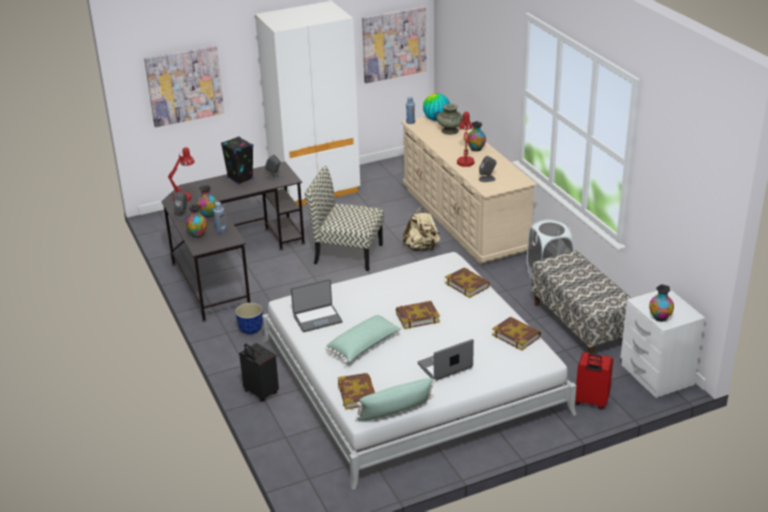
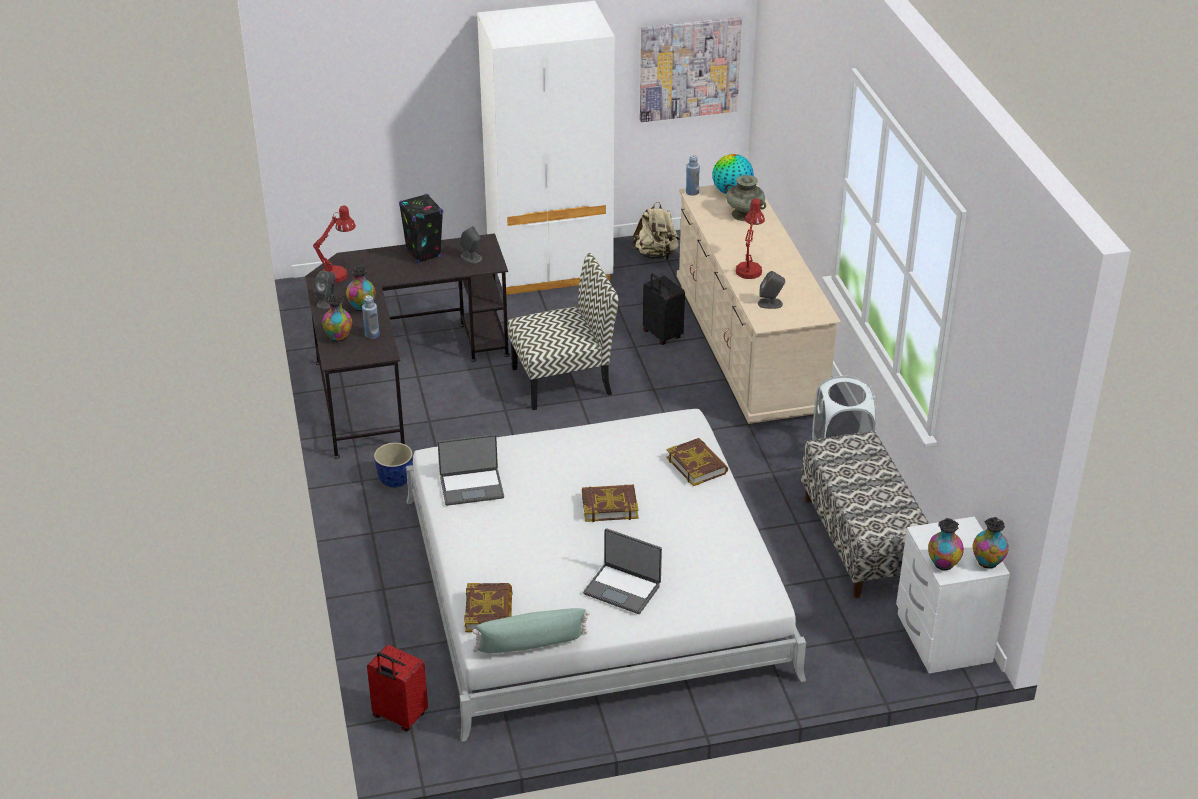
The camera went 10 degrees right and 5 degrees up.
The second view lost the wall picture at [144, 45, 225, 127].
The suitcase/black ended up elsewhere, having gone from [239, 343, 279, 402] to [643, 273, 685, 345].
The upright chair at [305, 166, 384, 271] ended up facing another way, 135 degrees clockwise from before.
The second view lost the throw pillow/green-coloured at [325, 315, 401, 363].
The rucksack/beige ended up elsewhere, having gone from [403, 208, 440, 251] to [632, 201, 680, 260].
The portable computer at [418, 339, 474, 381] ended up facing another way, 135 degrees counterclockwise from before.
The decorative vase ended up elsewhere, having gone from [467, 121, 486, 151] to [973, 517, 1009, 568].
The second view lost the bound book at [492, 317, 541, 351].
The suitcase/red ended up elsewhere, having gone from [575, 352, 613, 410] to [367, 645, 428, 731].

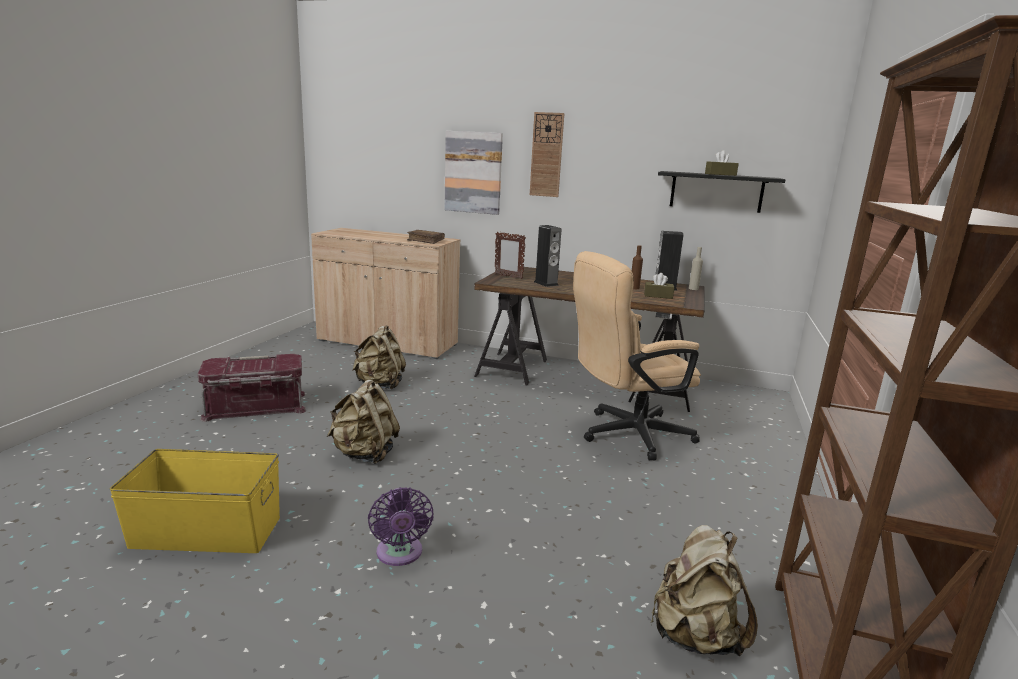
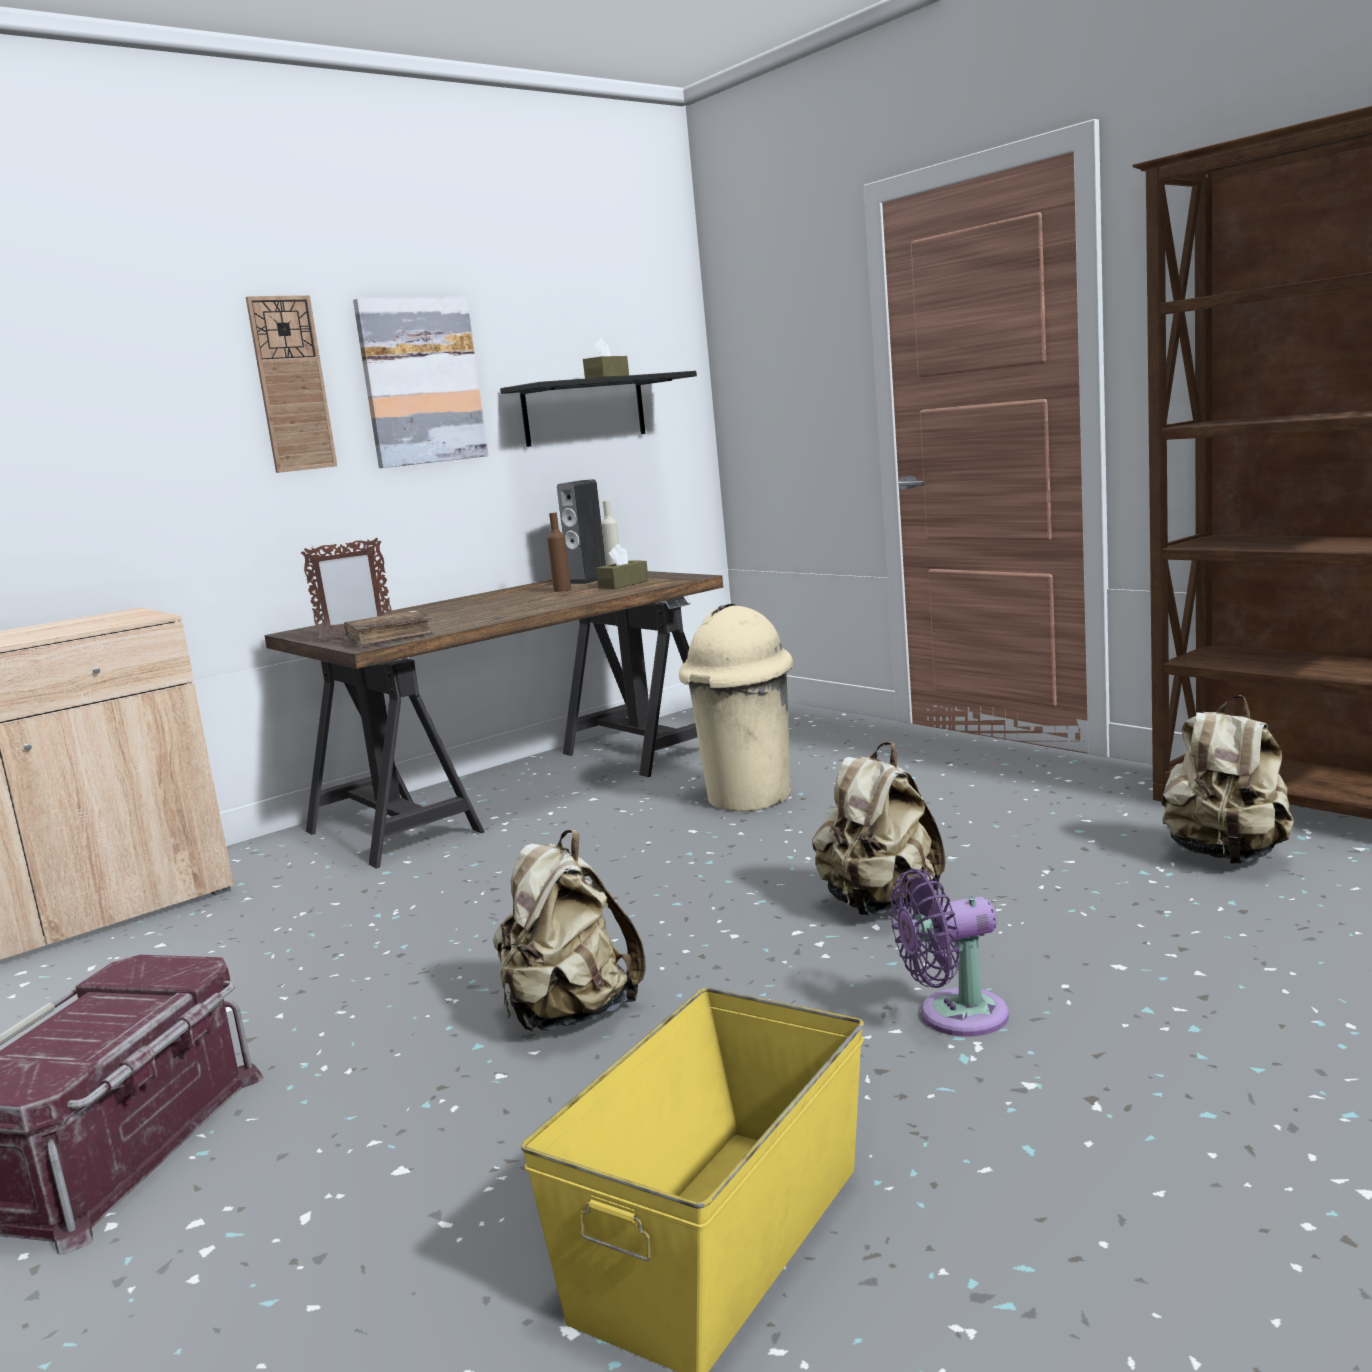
The camera went 55 degrees left and 5 degrees down.
The rucksack/beige ended up elsewhere, having gone from [353, 325, 406, 389] to [812, 742, 946, 915].
The fan/purplish at [368, 487, 434, 566] ended up facing another way, 150 degrees clockwise from before.
The bound book/brown-coloured ended up elsewhere, having gone from [407, 230, 445, 244] to [344, 610, 434, 647].
The wall picture ended up elsewhere, having gone from [444, 131, 503, 215] to [353, 296, 488, 468].
The second view lost the speaker at [534, 225, 562, 287].
Where the computer chair/beige stood at [573, 251, 701, 461], the rubbish bin/beige came to stand at [679, 604, 793, 811].

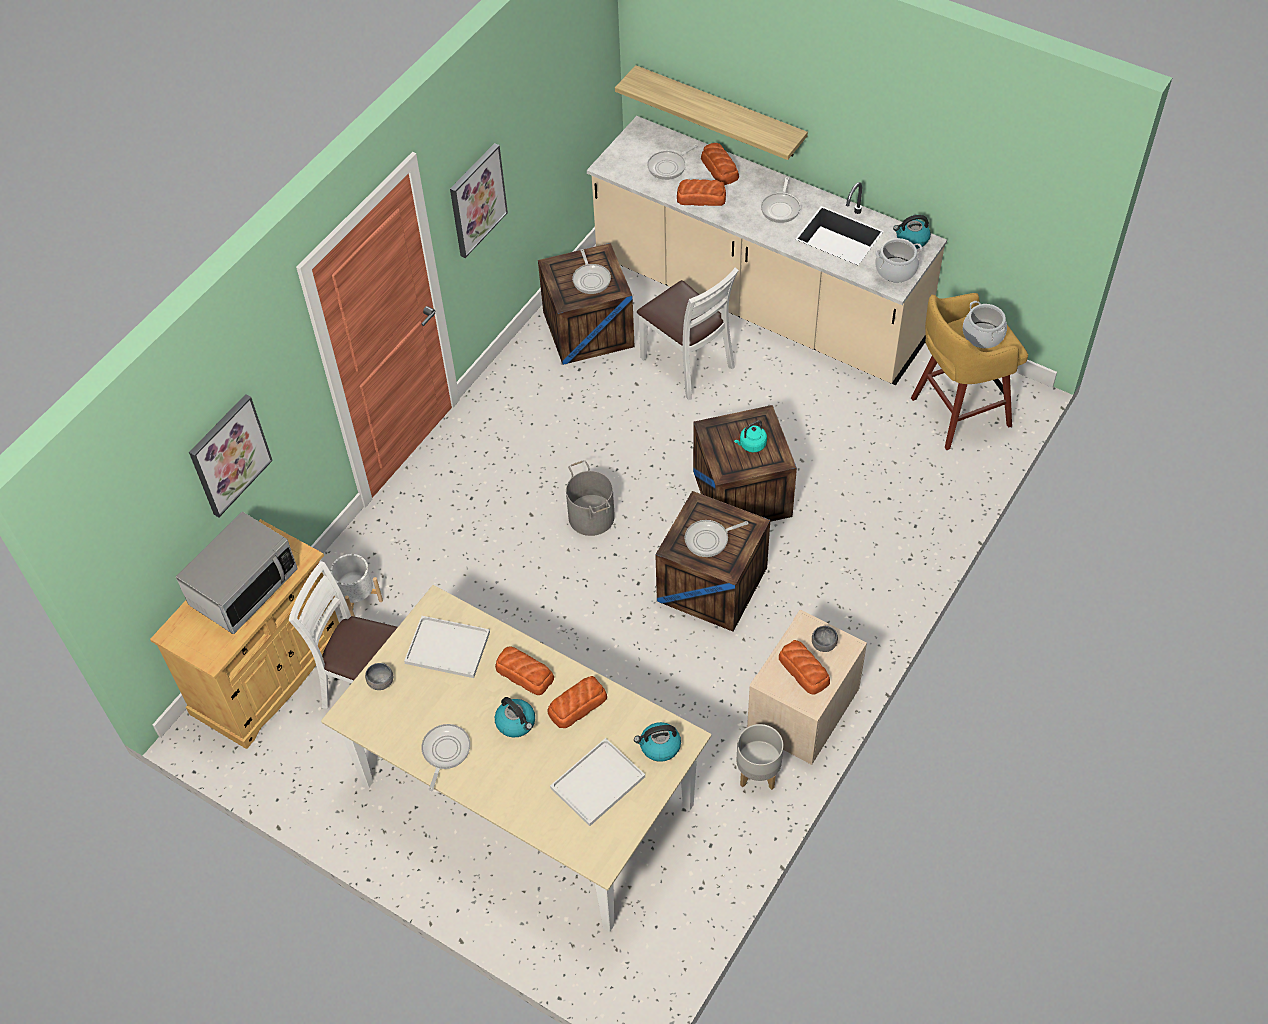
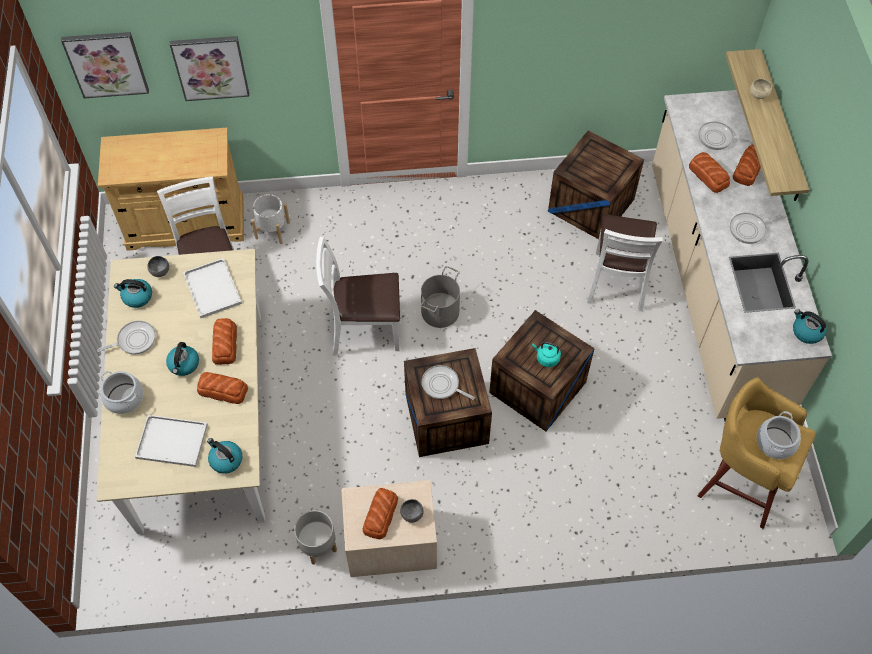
The camera went 50 degrees right and 5 degrees up.
The second view lost the microwave oven at [176, 511, 298, 634].
The wall picture ended up elsewhere, having gone from [450, 143, 508, 258] to [61, 32, 149, 98].
The second view lost the skillet at [572, 249, 611, 294].
The saucepot ended up elsewhere, having gone from [875, 238, 922, 283] to [100, 371, 144, 414].
The second view gained the tea kettle at [114, 279, 152, 308].
The second view gained the upright chair/white-coloured at [316, 237, 400, 356].
The second view gained the serving bowl/beige at [750, 79, 772, 99].

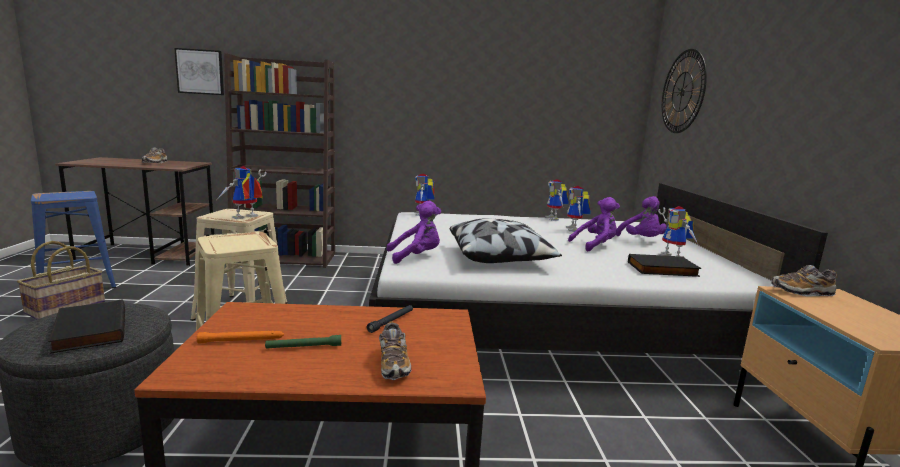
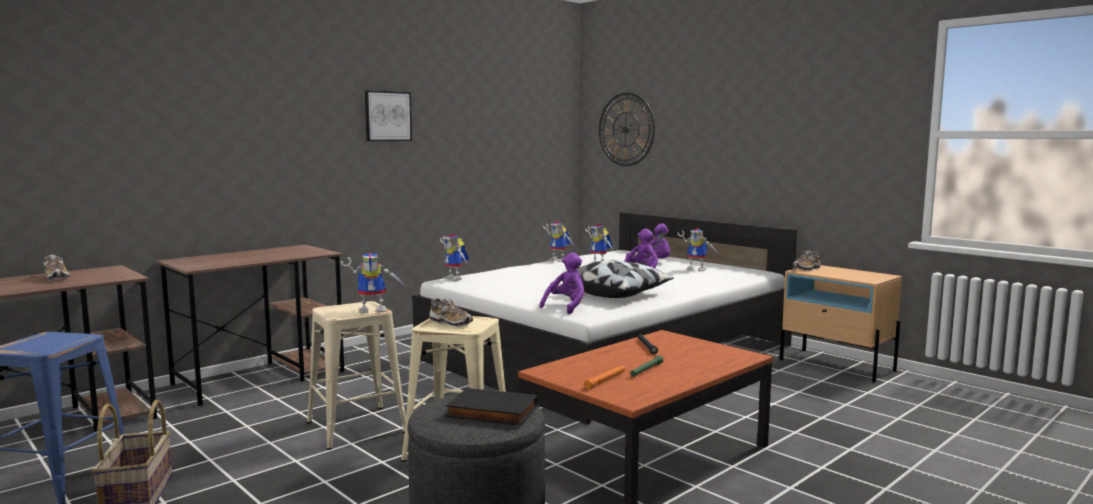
The camera went 40 degrees left and 5 degrees down.
The wall picture ended up elsewhere, having gone from [174, 48, 224, 95] to [365, 90, 412, 141].
The model robot at [217, 166, 267, 219] ended up facing another way, 105 degrees counterclockwise from before.
Where the bookcase/brown-coloured stood at [224, 53, 335, 268], the desk unit/brown-coloured came to stand at [157, 245, 345, 406].
The shoe ended up elsewhere, having gone from [379, 321, 411, 380] to [430, 297, 473, 327].
The second view lost the bound book/black at [628, 254, 702, 277].

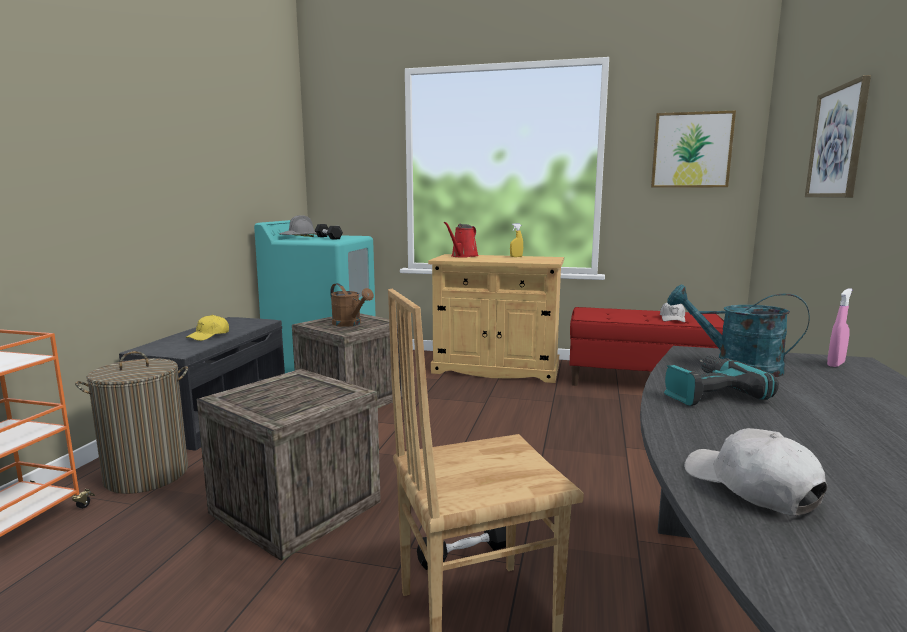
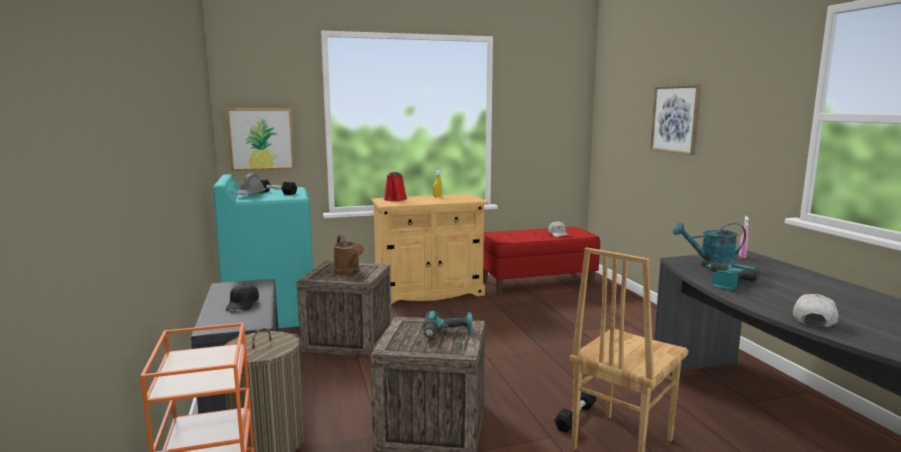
The camera went 30 degrees left and 0 degrees up.
What was the baseball cap/yellowish at [185, 315, 229, 341] turned into the baseball cap/black at [226, 283, 259, 310].
The sprinkling can/brown-coloured at [330, 283, 374, 327] ended up facing another way, 45 degrees clockwise from before.
The wall picture ended up elsewhere, having gone from [651, 111, 736, 188] to [226, 108, 295, 171].
The baseball cap/white-coloured at [684, 428, 827, 516] ended up facing another way, 90 degrees clockwise from before.
The second view gained the drill at [423, 311, 473, 338].

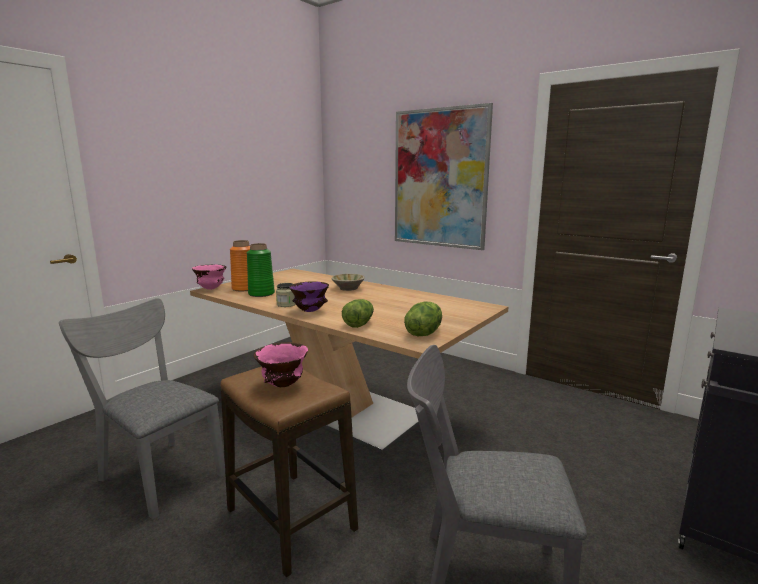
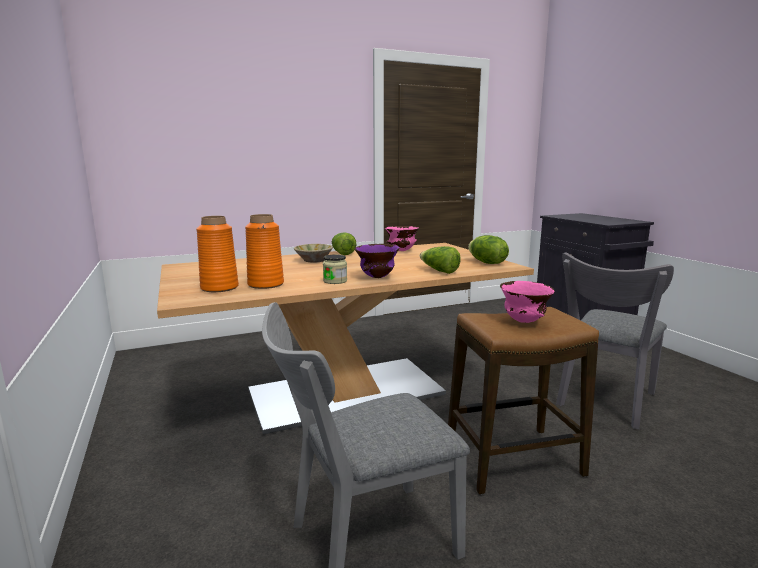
The camera went 60 degrees left and 0 degrees up.
The serving bowl/pink-coloured ended up elsewhere, having gone from [192, 265, 227, 290] to [385, 226, 419, 251].
What was the decorative vase/green-coloured at [247, 243, 275, 297] turned into the decorative vase/orange at [245, 214, 284, 289].
The second view lost the wall picture at [395, 103, 493, 250].
The second view gained the lettuce at [332, 232, 356, 255].

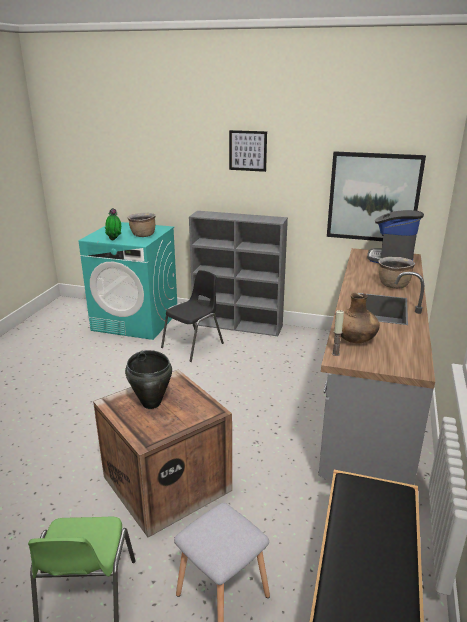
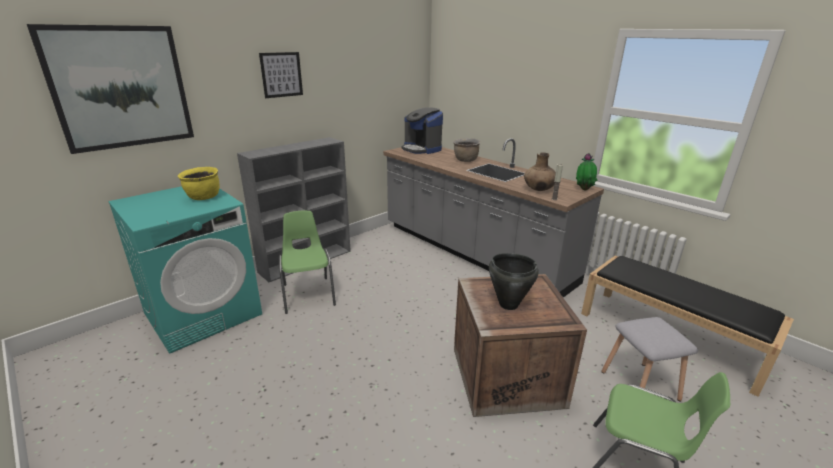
The camera went 60 degrees left and 0 degrees up.
The houseplant ended up elsewhere, having gone from [105, 208, 121, 240] to [576, 153, 597, 190].
What was the saucepot/brown-coloured at [128, 213, 156, 237] turned into the saucepot/yellowish at [178, 167, 219, 200].
What was the upright chair/black at [161, 270, 224, 362] turned into the upright chair/green-coloured at [279, 210, 336, 314].
The wall picture ended up elsewhere, having gone from [327, 151, 426, 241] to [27, 24, 194, 154].

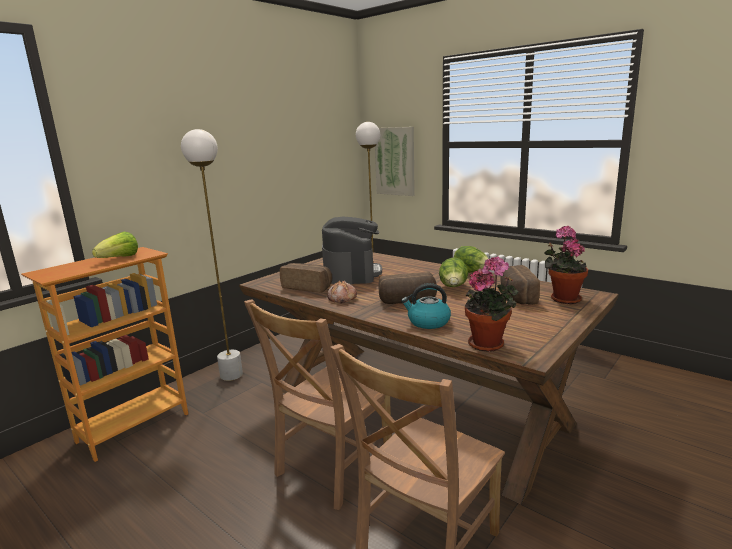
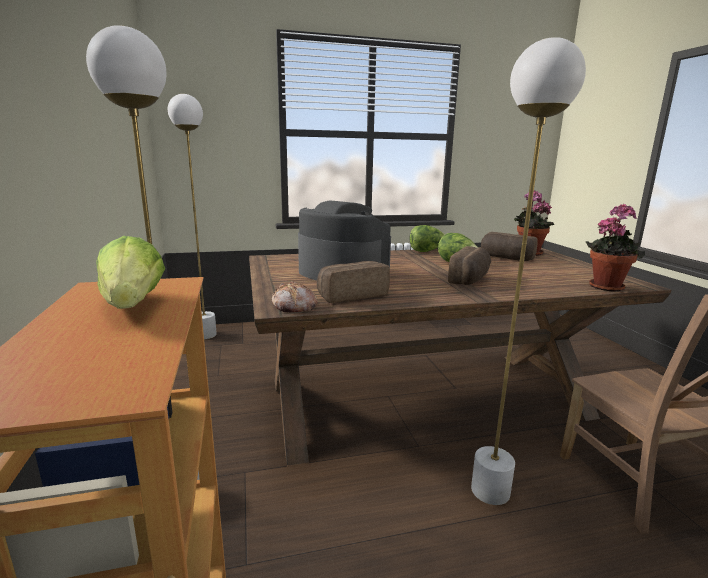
The camera went 55 degrees left and 0 degrees up.
Where the upright chair/brown-coloured stood at [244, 299, 392, 510], the standard lamp/white-coloured came to stand at [471, 37, 586, 505].
The baked bread ended up elsewhere, having gone from [327, 280, 357, 303] to [272, 281, 318, 312].
The second view lost the wall picture at [375, 127, 415, 196].
The second view lost the tea kettle at [401, 283, 451, 329].

